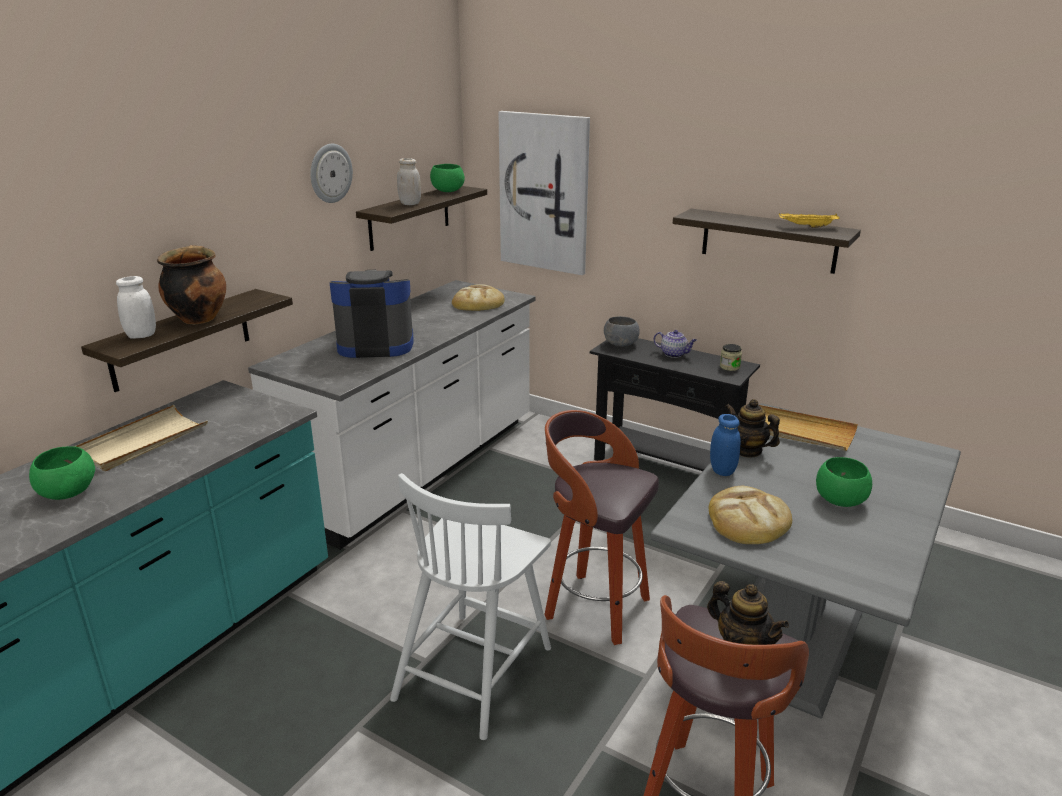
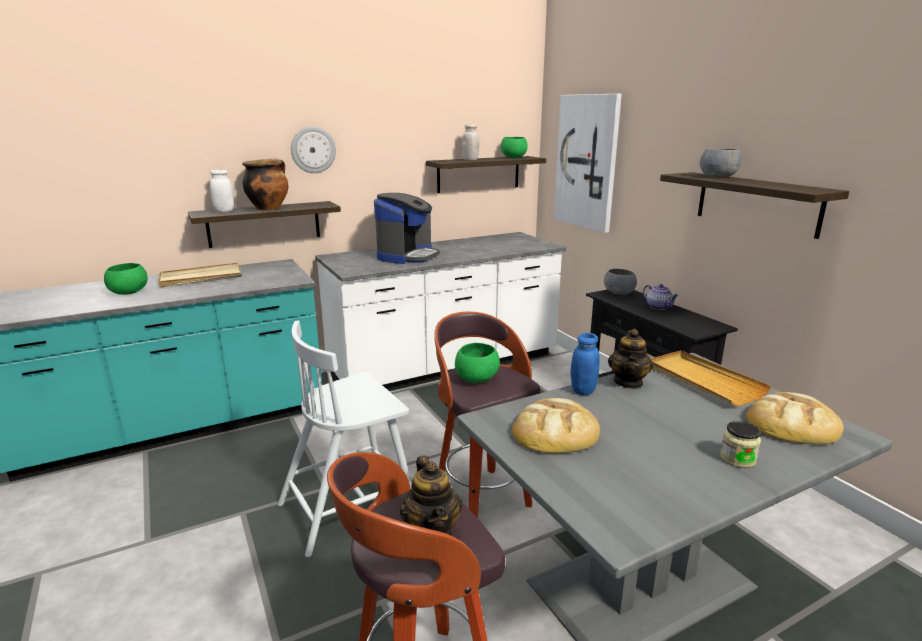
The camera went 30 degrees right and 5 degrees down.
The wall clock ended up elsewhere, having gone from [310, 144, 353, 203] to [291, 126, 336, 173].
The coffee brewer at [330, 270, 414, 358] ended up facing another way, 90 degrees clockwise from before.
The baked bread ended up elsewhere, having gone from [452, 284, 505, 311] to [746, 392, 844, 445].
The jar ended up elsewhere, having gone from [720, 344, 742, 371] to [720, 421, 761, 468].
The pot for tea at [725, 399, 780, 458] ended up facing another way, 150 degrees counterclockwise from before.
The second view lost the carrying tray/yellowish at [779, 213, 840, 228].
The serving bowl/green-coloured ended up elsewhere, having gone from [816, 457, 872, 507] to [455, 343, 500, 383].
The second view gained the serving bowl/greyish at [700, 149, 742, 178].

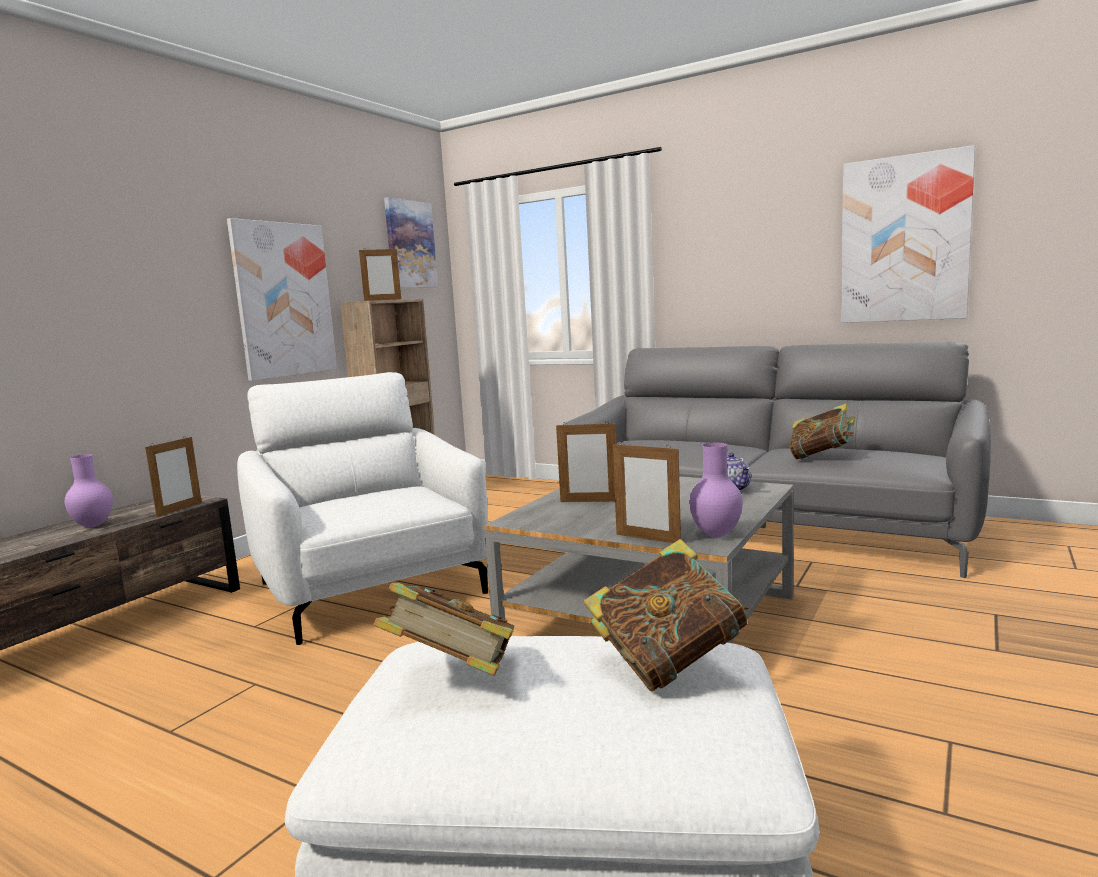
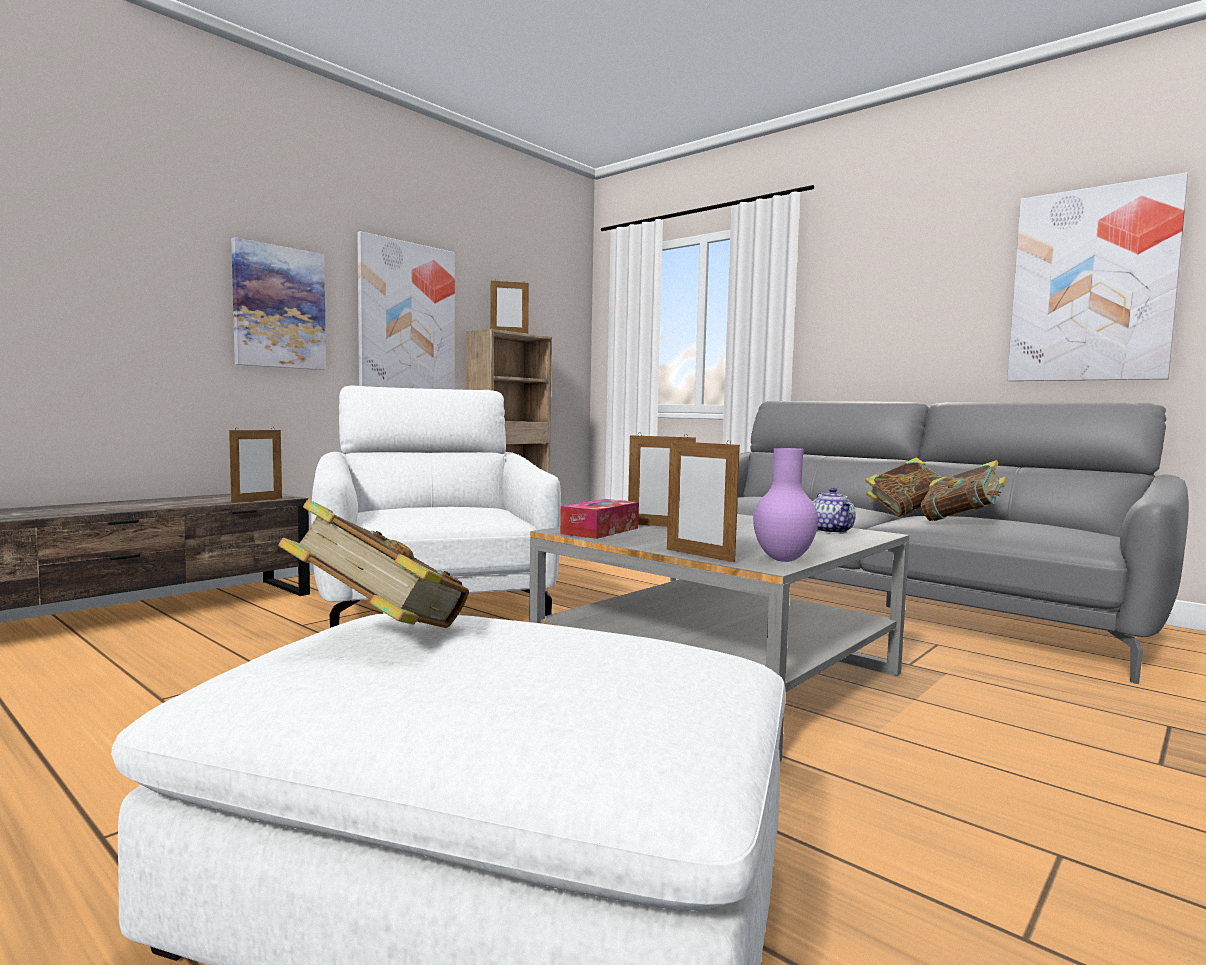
The camera went 10 degrees right and 5 degrees down.
The second view lost the decorative vase/purplish at [65, 454, 113, 528].
The wall picture ended up elsewhere, having gone from [384, 197, 438, 288] to [231, 237, 326, 370].
The bound book ended up elsewhere, having gone from [584, 539, 749, 692] to [865, 457, 942, 517].
The second view gained the tissue box at [560, 499, 639, 539].

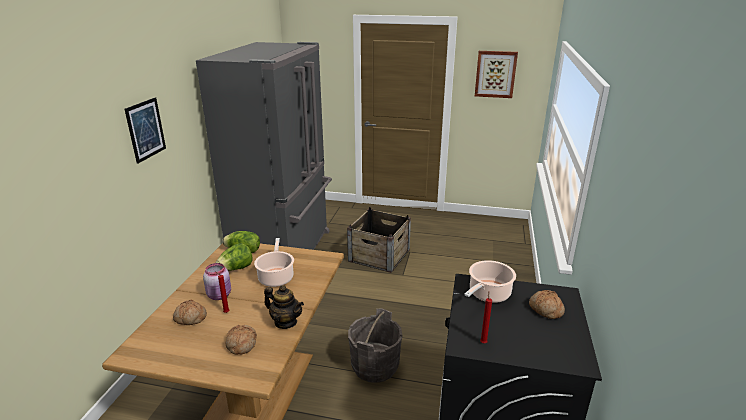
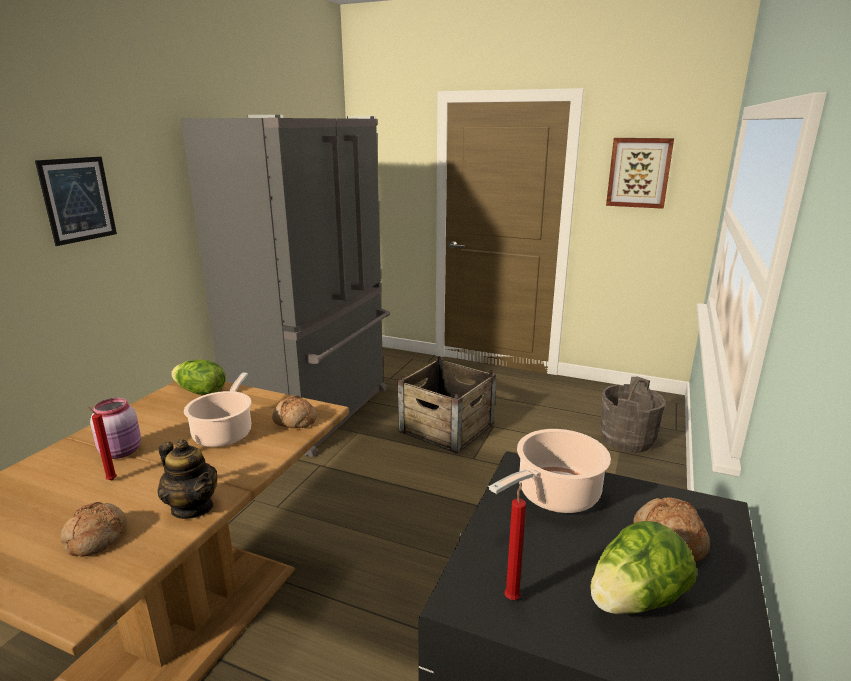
The camera went 10 degrees right and 5 degrees down.
The baked bread ended up elsewhere, having gone from [173, 300, 207, 325] to [272, 396, 317, 428].
The lettuce ended up elsewhere, having gone from [216, 243, 253, 271] to [590, 521, 697, 614].
The pail/greyish ended up elsewhere, having gone from [348, 308, 402, 383] to [600, 377, 666, 453].

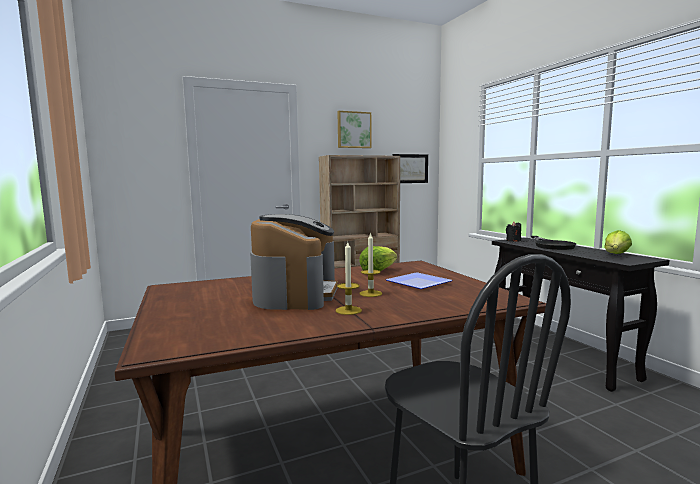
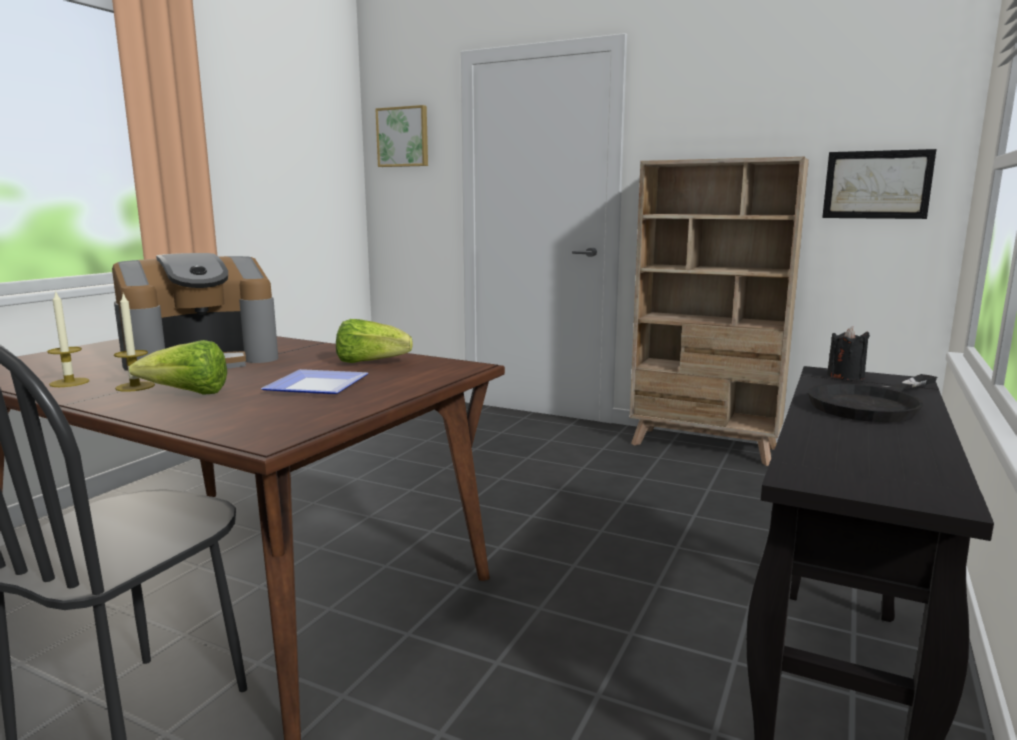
The camera went 50 degrees right and 5 degrees up.
The wall picture ended up elsewhere, having gone from [337, 111, 372, 148] to [375, 105, 428, 167].
The wax light ended up elsewhere, having gone from [360, 232, 382, 297] to [47, 290, 90, 387].
The lettuce ended up elsewhere, having gone from [604, 230, 632, 254] to [129, 340, 227, 395].

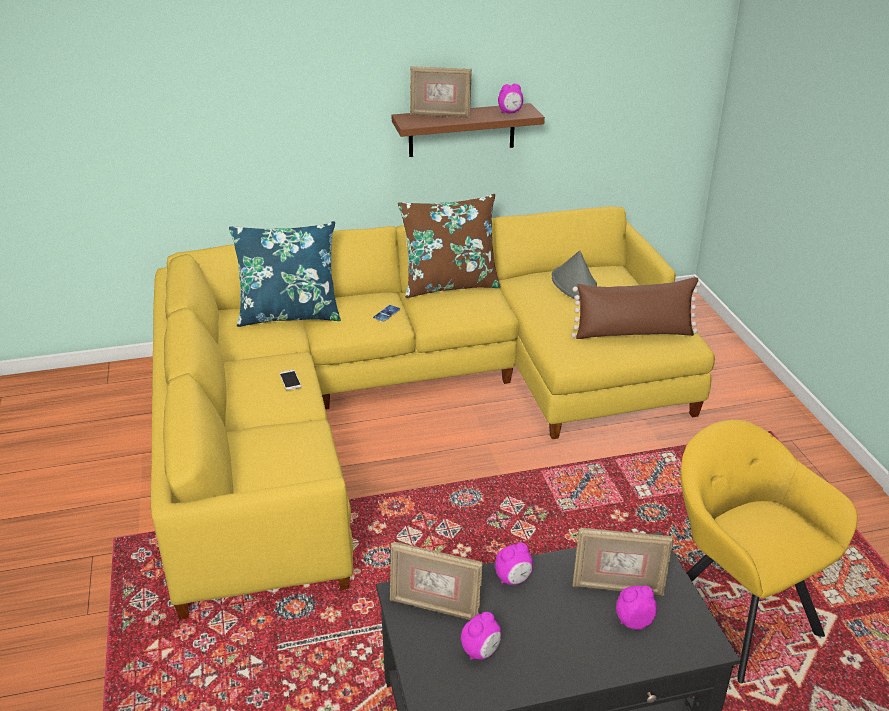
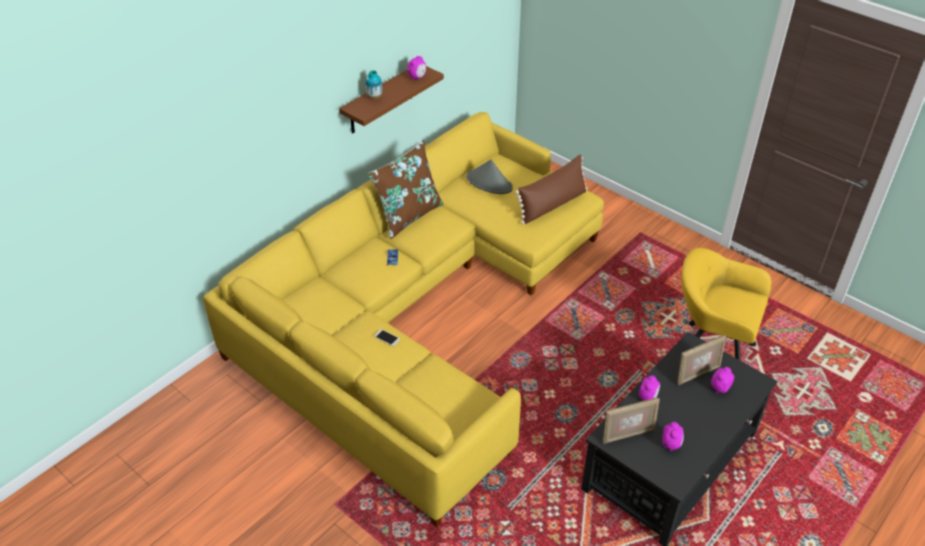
The camera went 35 degrees left and 10 degrees up.
The second view lost the throw pillow/blue at [229, 221, 341, 327].
Where the picture frame stood at [410, 66, 472, 118], the decorative vase came to stand at [366, 70, 382, 100].

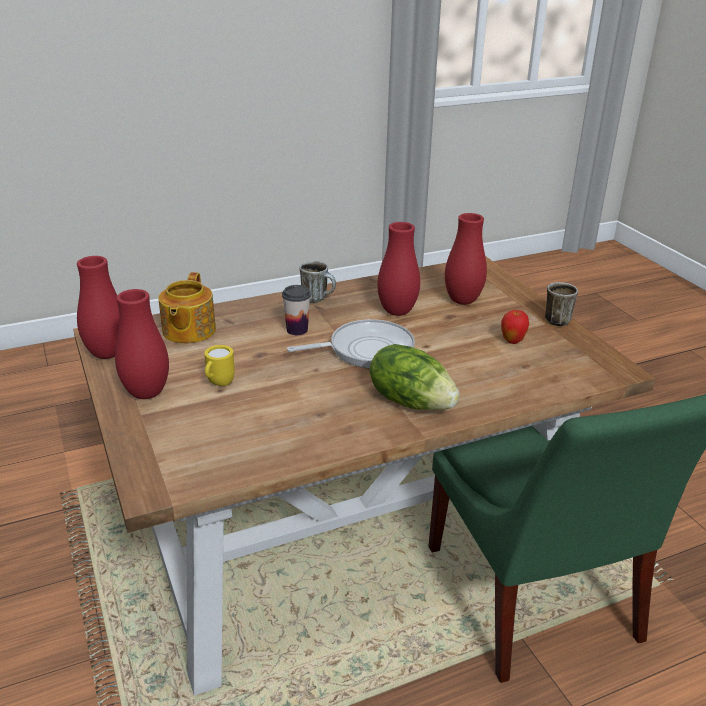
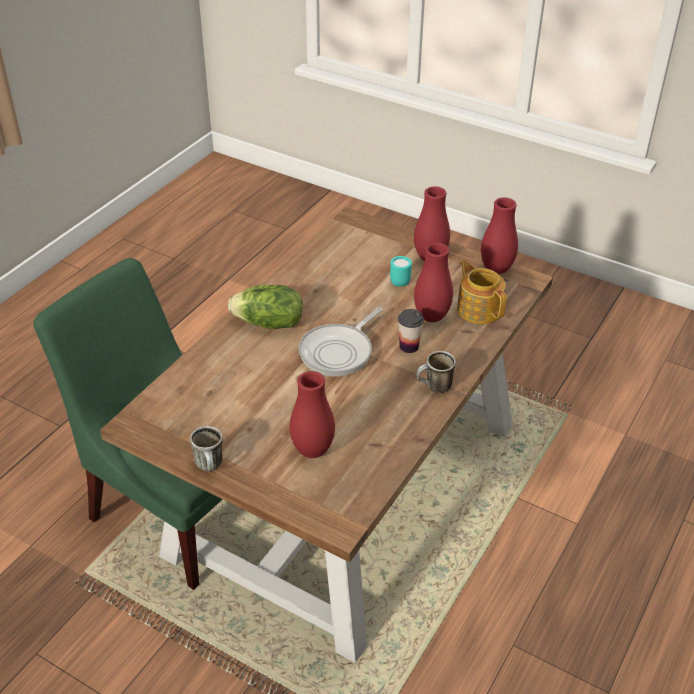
The camera went 145 degrees right and 10 degrees up.
What was the tea mug/yellowish at [204, 345, 235, 386] turned into the tea mug/turquoise-coloured at [390, 256, 412, 286].
The decorative vase/red ended up elsewhere, having gone from [377, 222, 420, 316] to [414, 243, 453, 322].
The second view lost the apple fruit at [501, 310, 529, 344].

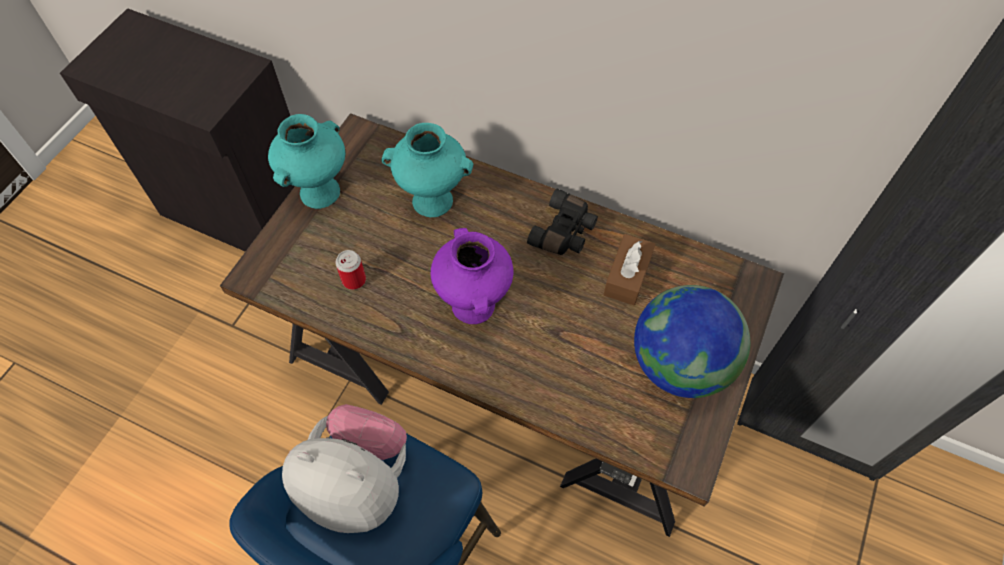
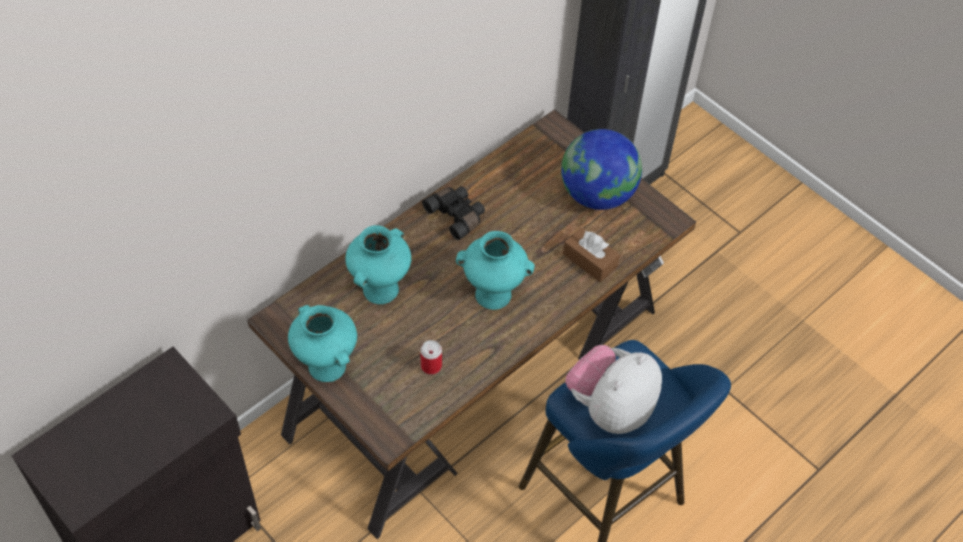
The camera went 70 degrees left and 5 degrees down.
What was the decorative vase/purplish at [430, 228, 513, 324] turned into the decorative vase/turquoise-coloured at [456, 231, 535, 310].
The tissue box/brown-coloured ended up elsewhere, having gone from [604, 234, 655, 305] to [563, 227, 620, 282].

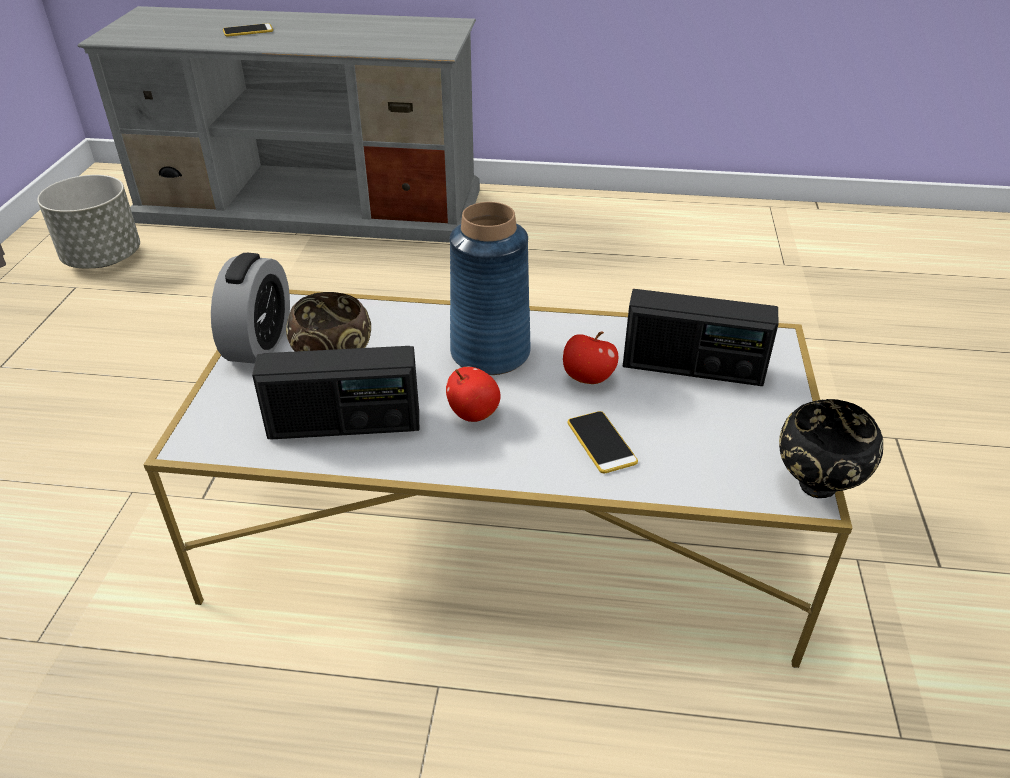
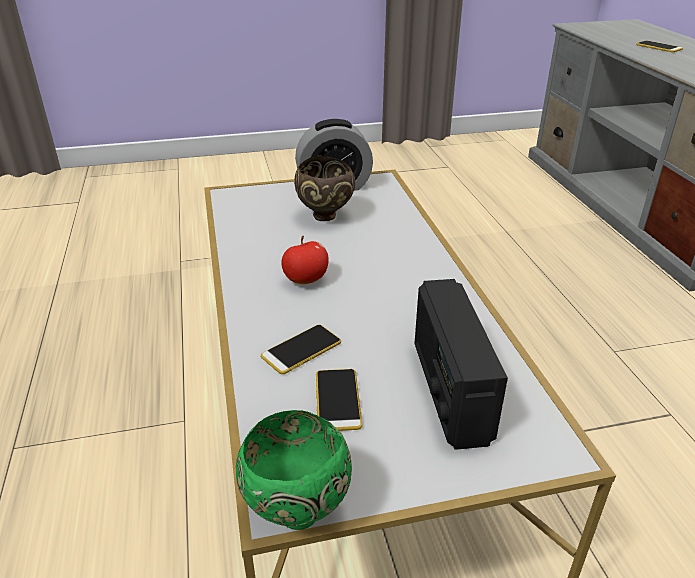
The camera went 70 degrees right and 5 degrees down.
The second view lost the flower pot/greyish at [38, 175, 140, 268].
The second view lost the radio at [252, 346, 419, 440].
The second view lost the decorative vase/blue at [450, 202, 531, 375].
The second view lost the apple fruit at [563, 331, 618, 384].
What was the serving bowl/black at [779, 399, 883, 498] turned into the serving bowl/green-coloured at [236, 410, 352, 530].
The second view gained the telephone at [316, 369, 362, 431].

